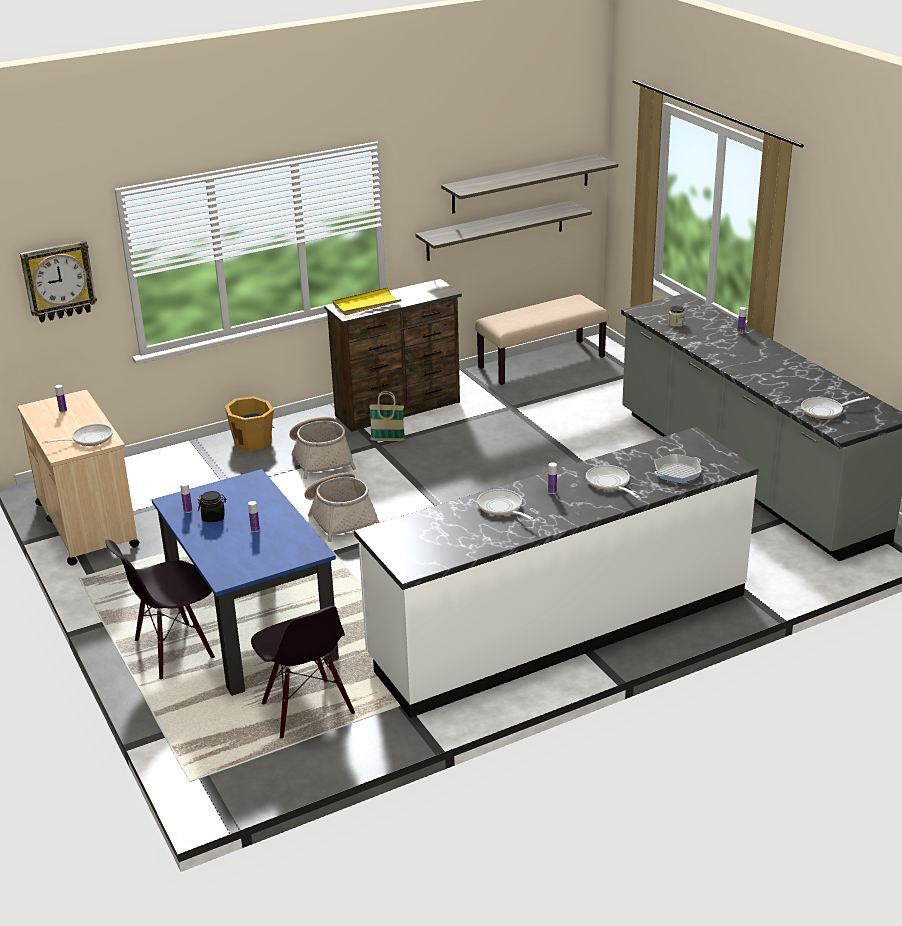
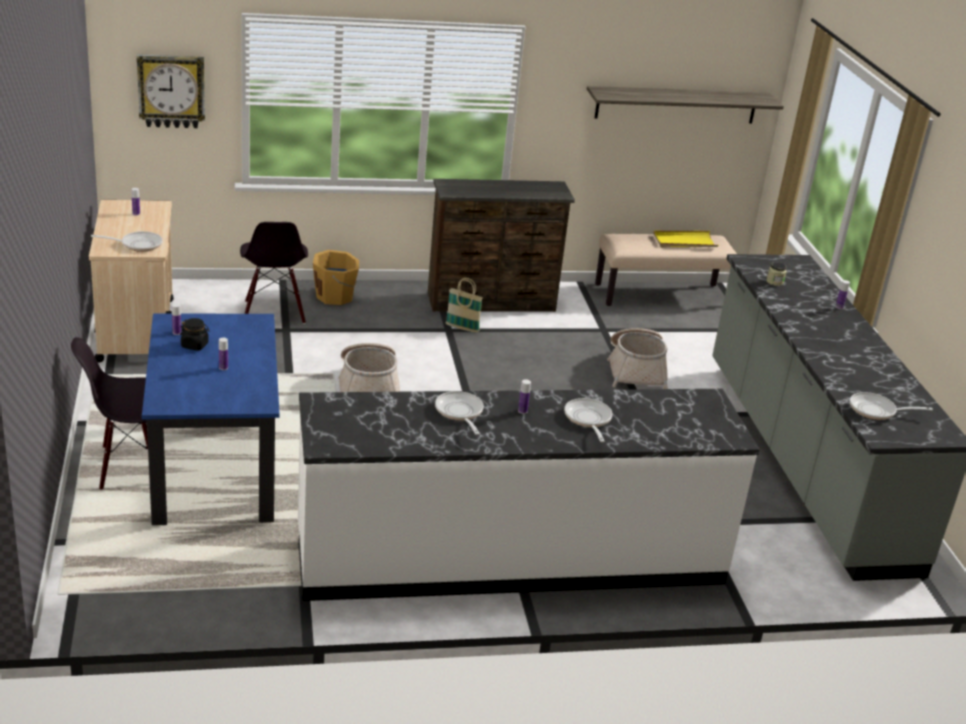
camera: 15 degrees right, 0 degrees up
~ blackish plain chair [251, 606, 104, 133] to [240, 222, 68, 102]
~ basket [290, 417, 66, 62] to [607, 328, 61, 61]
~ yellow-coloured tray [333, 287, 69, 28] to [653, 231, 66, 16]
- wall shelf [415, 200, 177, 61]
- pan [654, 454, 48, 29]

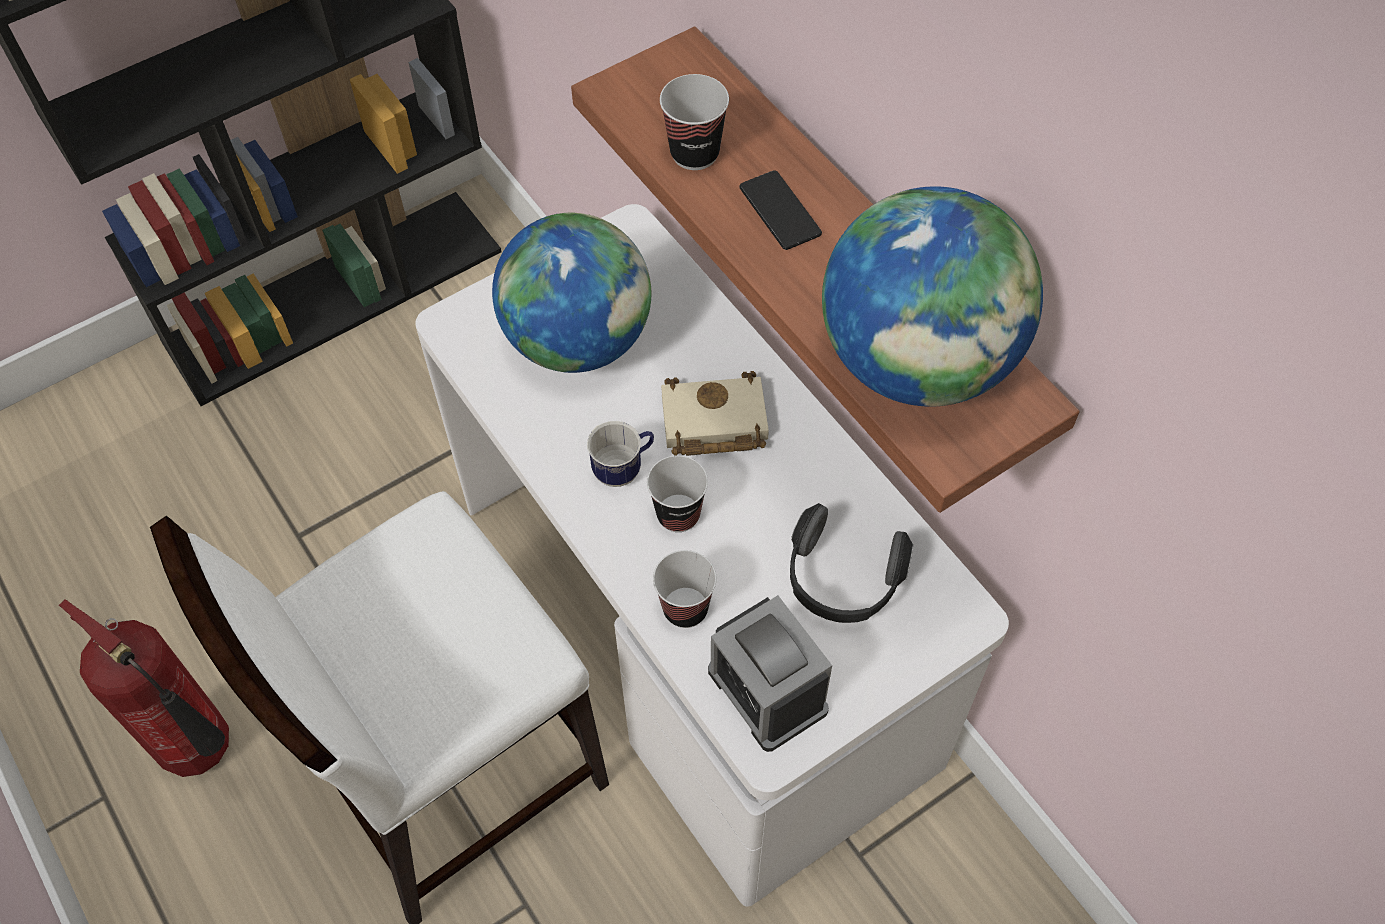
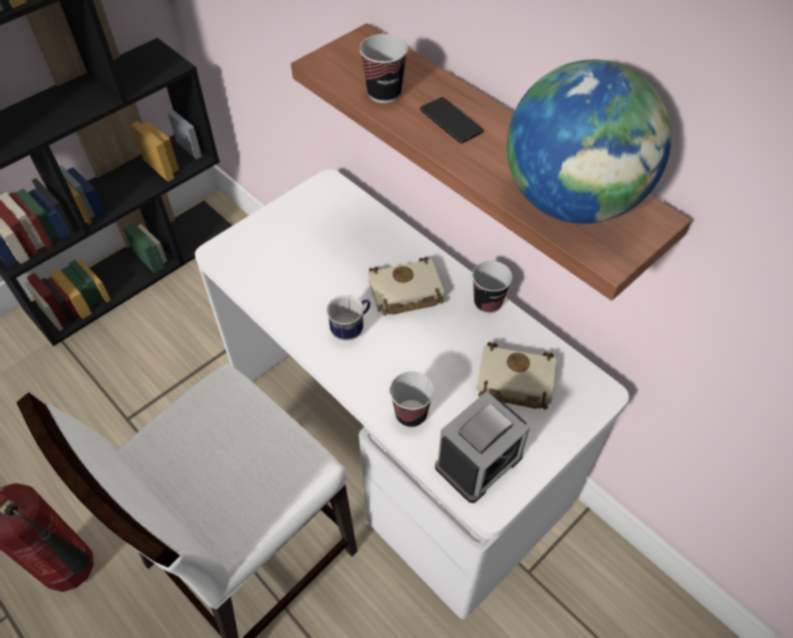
camera: 10 degrees left, 5 degrees down
~ table clock [708, 595, 124, 157] = [435, 391, 95, 112] 90 degrees counterclockwise
~ small cup [647, 455, 61, 77] to [472, 261, 40, 52]
~ pair of headphones [790, 503, 123, 120] to sand-coloured bound book [476, 342, 81, 68]
- world globe [492, 213, 159, 160]

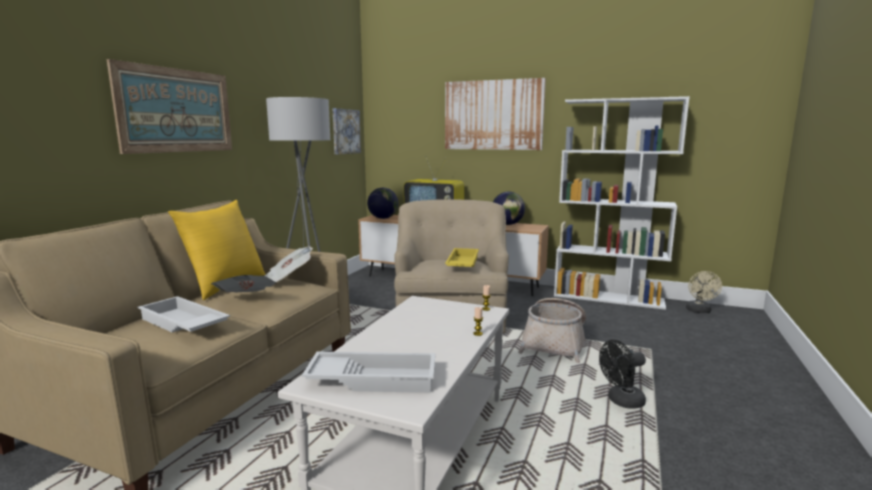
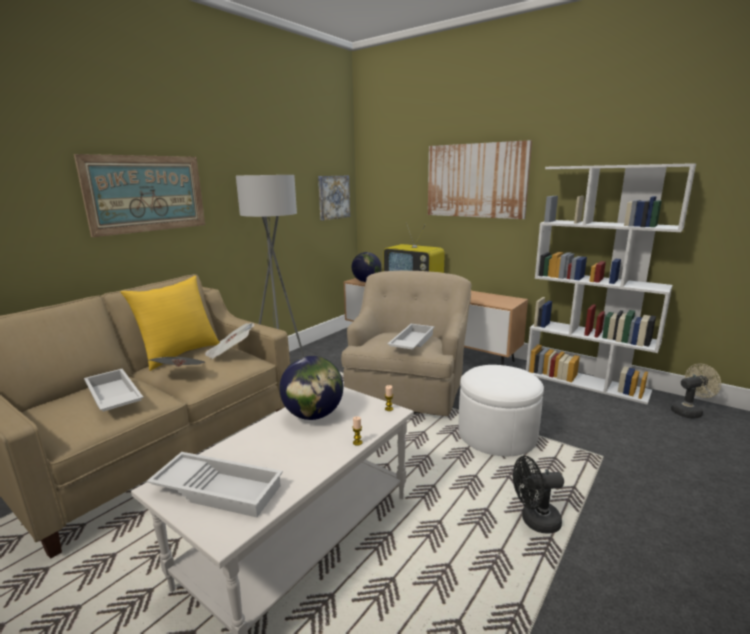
camera: 15 degrees right, 5 degrees up
~ world globe [493, 192, 32, 33] to [279, 356, 64, 64]
~ yellow-coloured tray [445, 248, 34, 19] to whitish tray [388, 324, 46, 26]
~ basket [518, 298, 68, 65] to whitish pouffe [458, 365, 86, 91]
~ sand-coloured cooling fan [686, 271, 36, 42] = [671, 363, 50, 56] 135 degrees counterclockwise

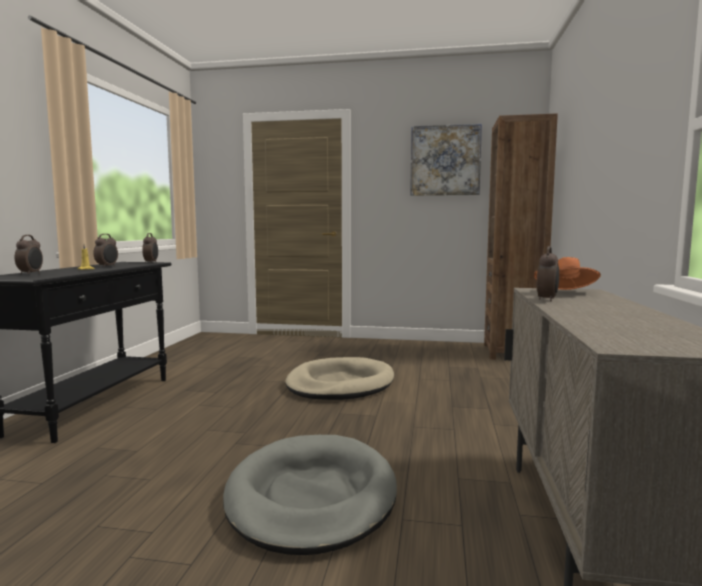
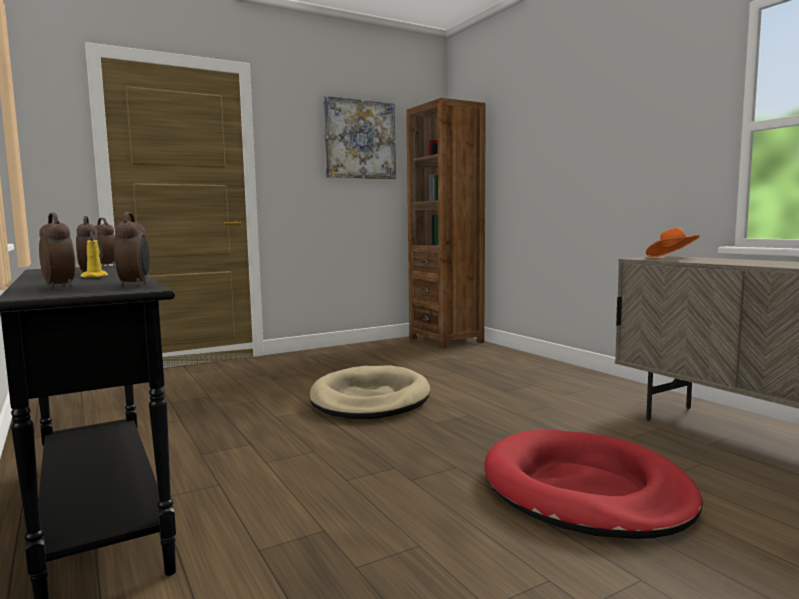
camera: 40 degrees left, 0 degrees up
~ table clock [537, 246, 22, 55] to [114, 212, 36, 74]
~ gray dog bed [223, 435, 174, 120] to reddish dog bed [484, 429, 219, 110]

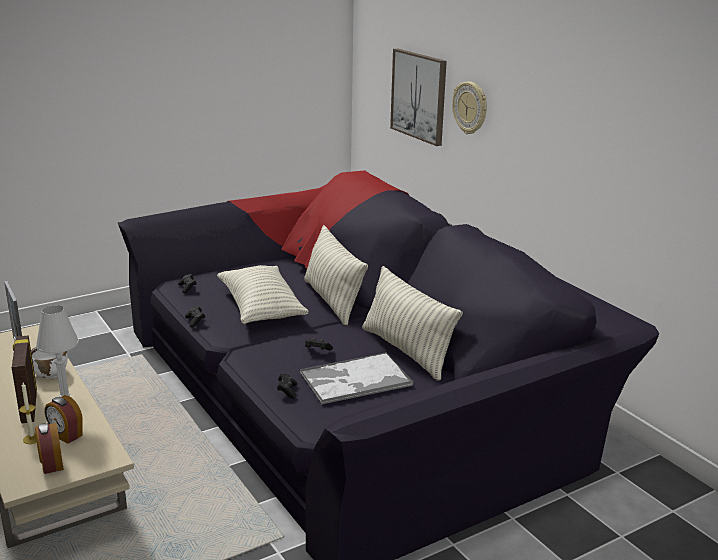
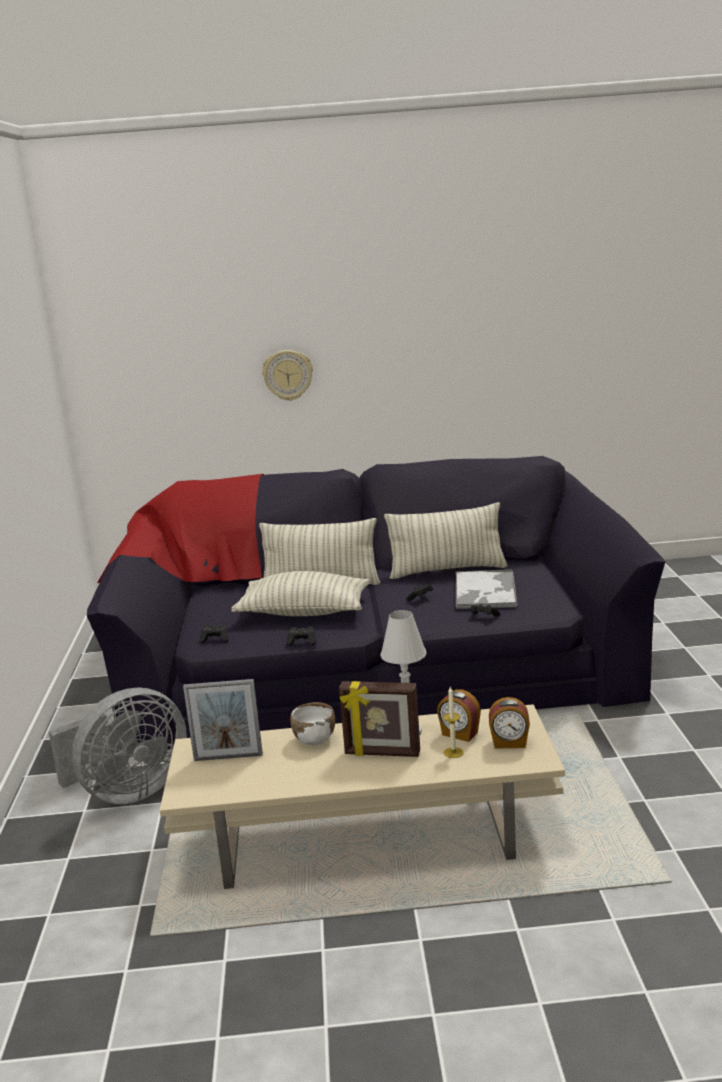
camera: 60 degrees left, 5 degrees down
+ gray cooling fan [49, 687, 138, 117]
~ table clock [45, 395, 38, 49] = [437, 689, 44, 53] 60 degrees clockwise
- wall art [390, 49, 57, 97]

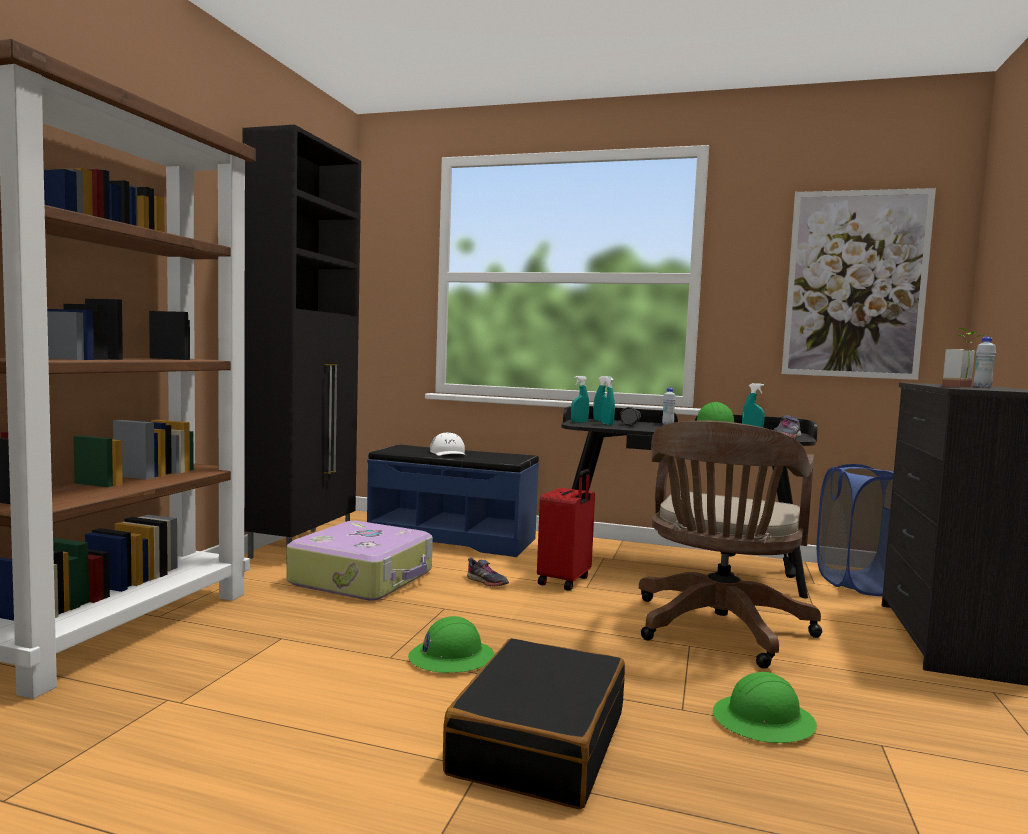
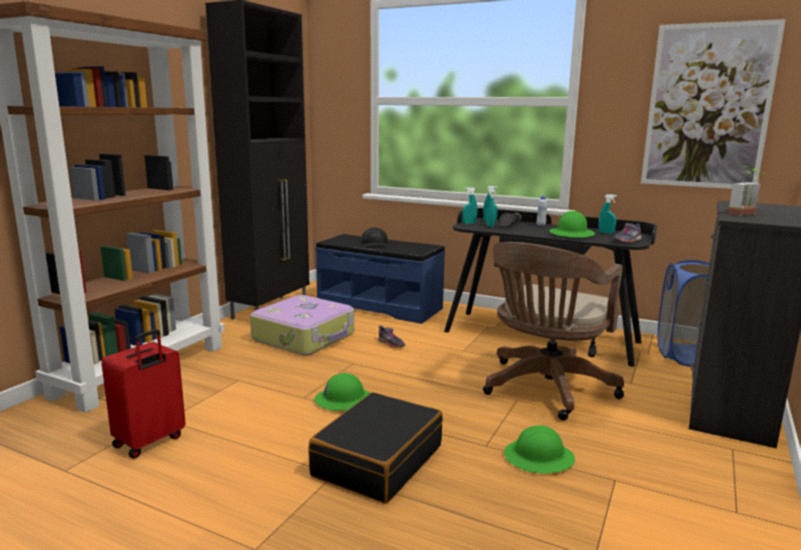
camera: 10 degrees right, 10 degrees up
~ reddish piece of luggage [537, 469, 58, 122] to [101, 329, 85, 130]
~ whitish baseball cap [430, 432, 36, 24] to blackish baseball cap [362, 227, 26, 19]
- whitish bottle [974, 337, 22, 50]

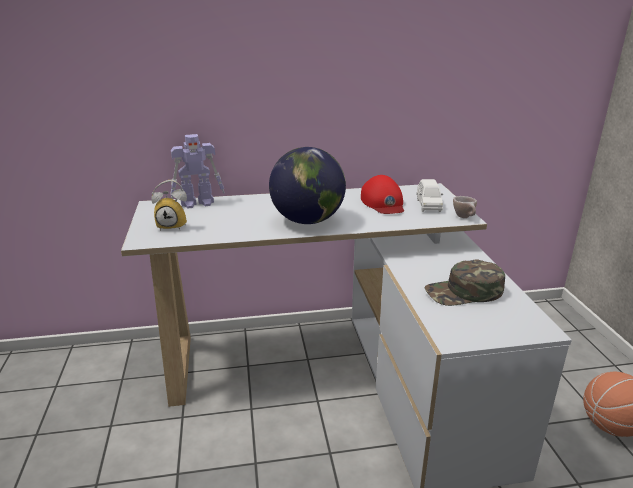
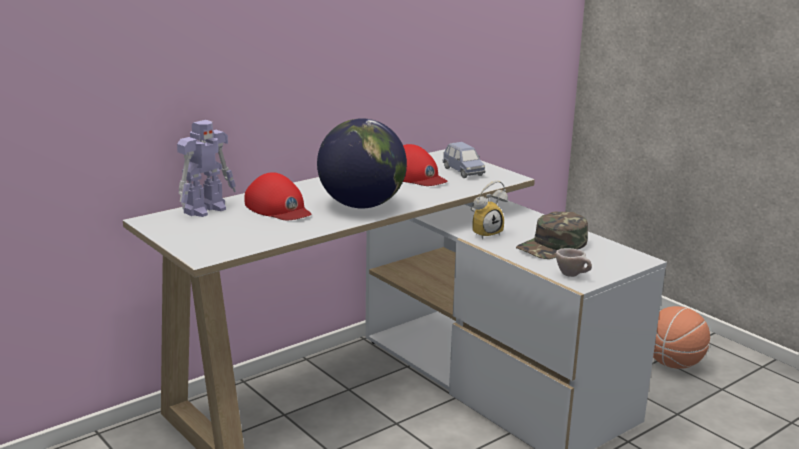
camera: 30 degrees left, 5 degrees down
+ reddish baseball cap [245, 172, 66, 48]
~ whitish model car [416, 179, 27, 33] to blue model car [443, 142, 43, 36]
~ table clock [151, 180, 36, 51] to [471, 180, 37, 60]
~ sand-coloured small cup [453, 196, 24, 22] to [556, 248, 36, 29]

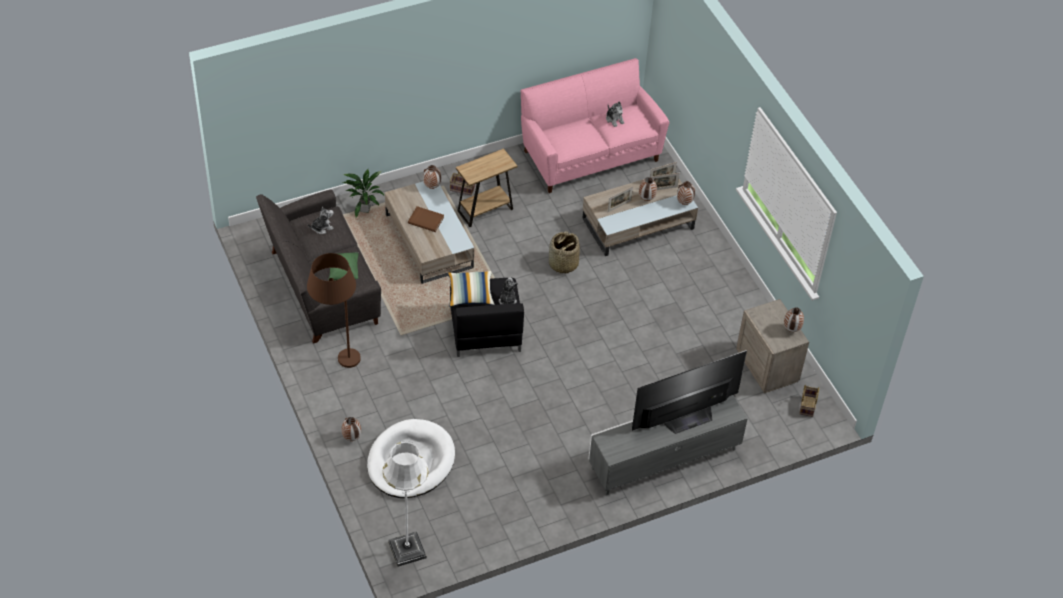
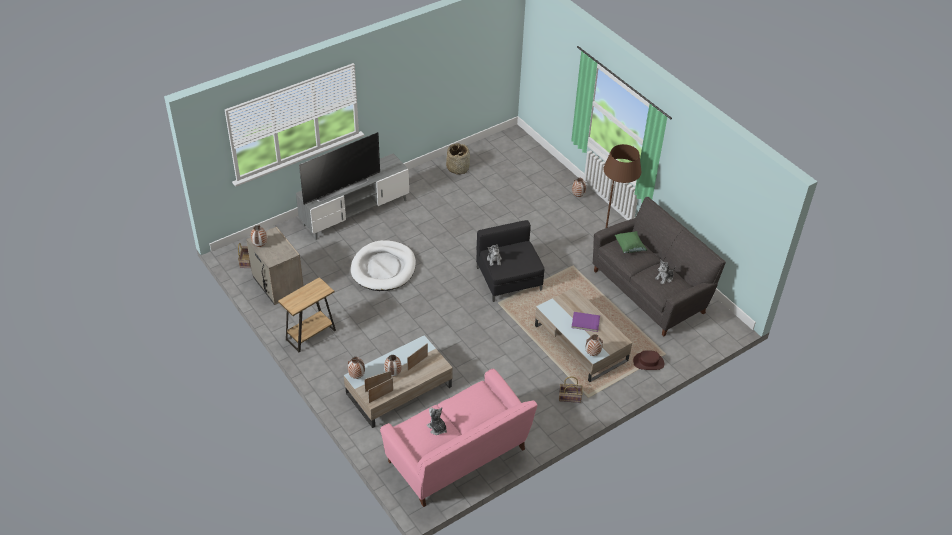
camera: 170 degrees right, 5 degrees down
~ brown-coloured accent table [456, 148, 62, 79] to [278, 277, 58, 75]
~ whitish dog bed [367, 419, 88, 79] to [351, 240, 65, 51]
~ basket [549, 231, 31, 43] to [446, 143, 24, 32]
~ brown-coloured bound book [408, 206, 36, 26] to purple-coloured bound book [571, 312, 29, 20]
~ houseplant [343, 169, 42, 49] to brown-coloured hat [633, 350, 31, 20]
- whitish standard lamp [382, 441, 47, 126]
- pillow [447, 271, 47, 36]

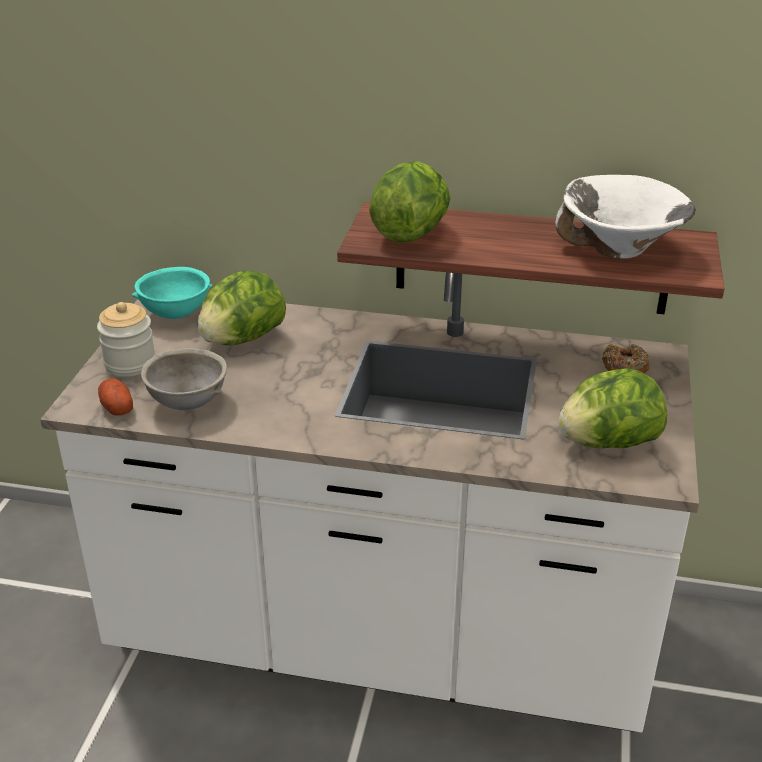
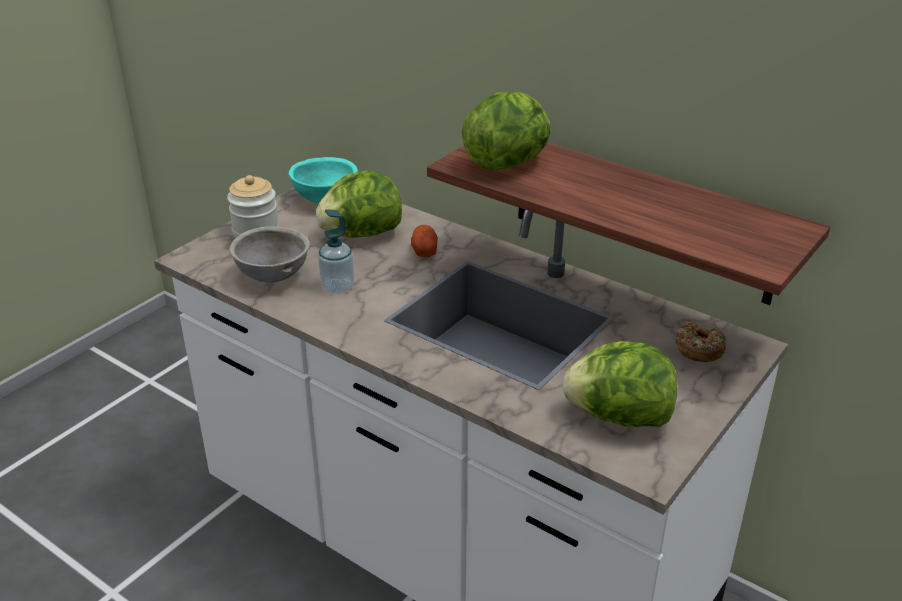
camera: 25 degrees right, 0 degrees up
+ soap bottle [318, 209, 37, 85]
~ potato [98, 378, 35, 38] to [411, 225, 27, 32]
- whitish deep dish [555, 175, 141, 84]

